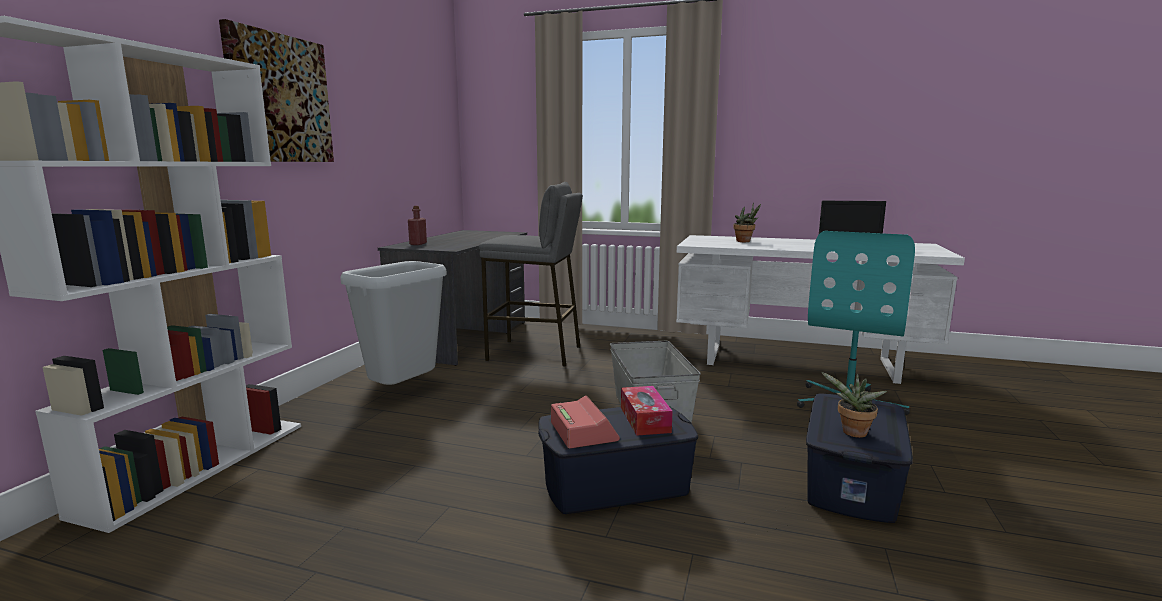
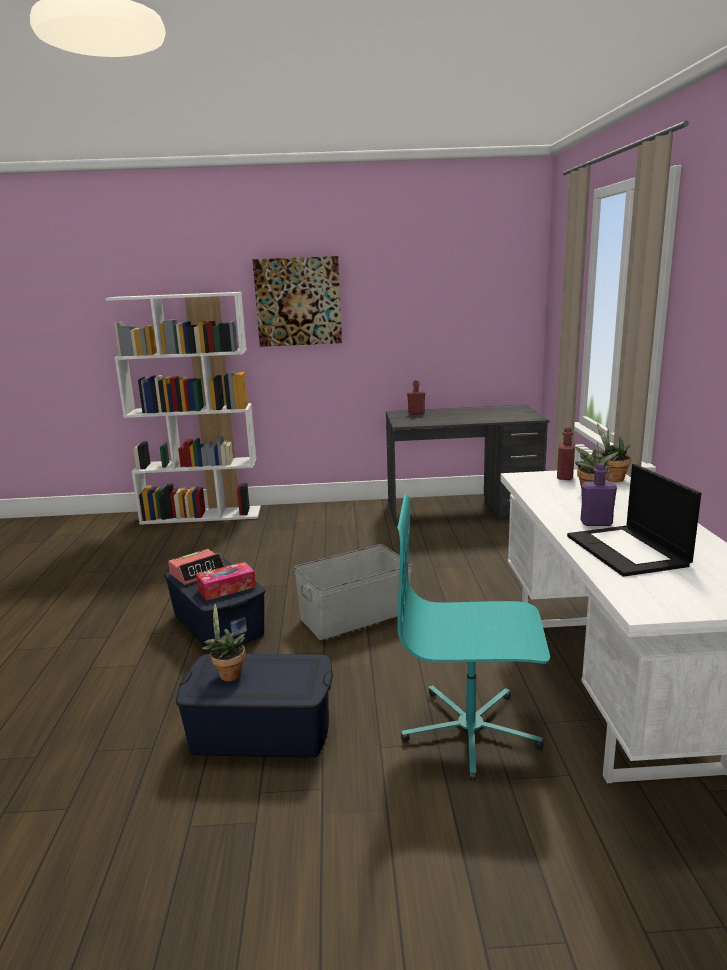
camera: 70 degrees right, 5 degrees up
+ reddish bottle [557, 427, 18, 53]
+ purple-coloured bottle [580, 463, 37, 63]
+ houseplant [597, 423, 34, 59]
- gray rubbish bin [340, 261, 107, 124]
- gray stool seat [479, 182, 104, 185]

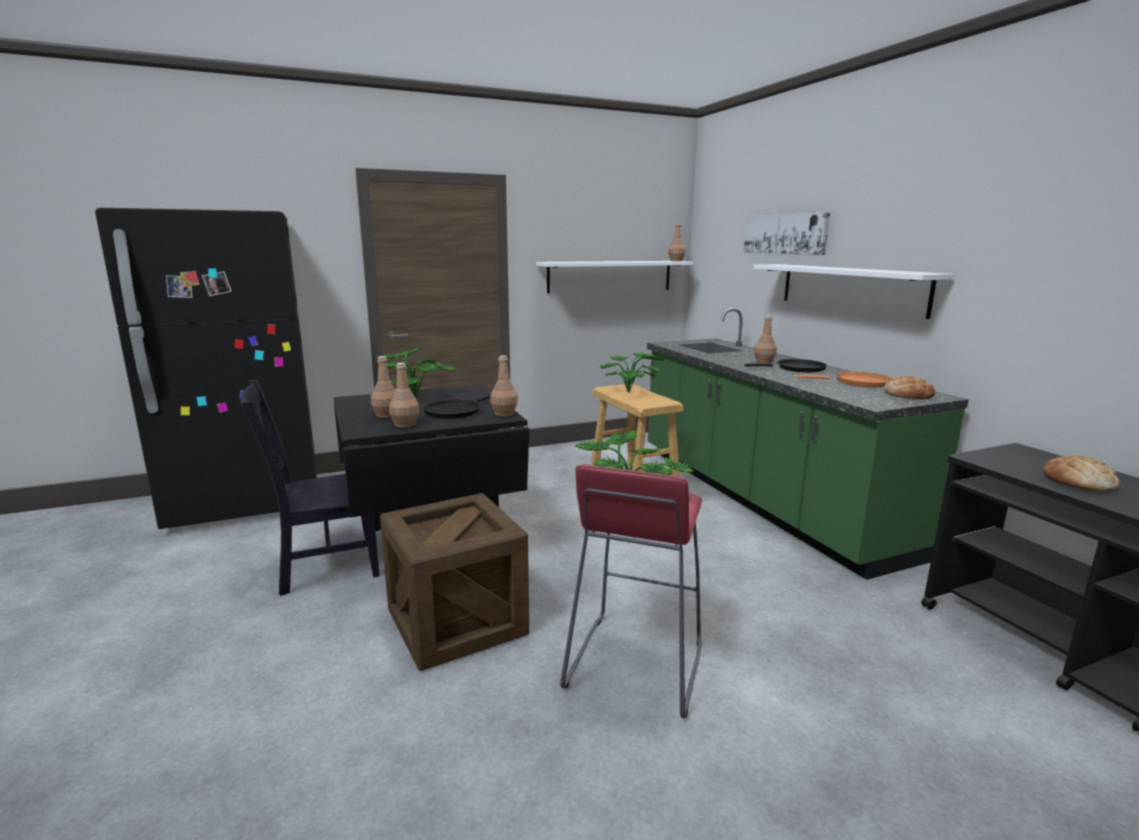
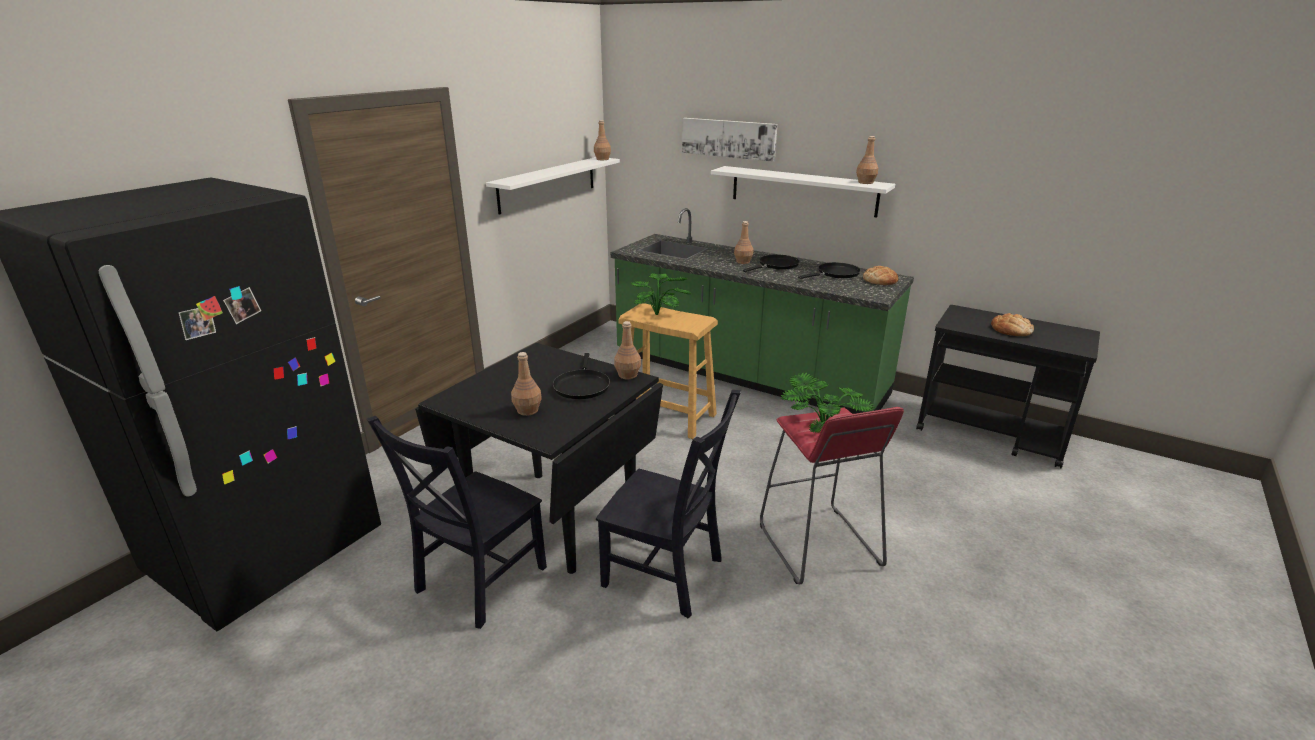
camera: 35 degrees left, 10 degrees up
~ crate [380, 493, 149, 178] to blackish plain chair [596, 390, 145, 228]
~ orange pan [797, 372, 95, 15] to blackish pan [798, 262, 63, 17]
~ brown-coloured bottle [389, 363, 30, 65] to [856, 136, 22, 48]
- houseplant [374, 348, 83, 48]

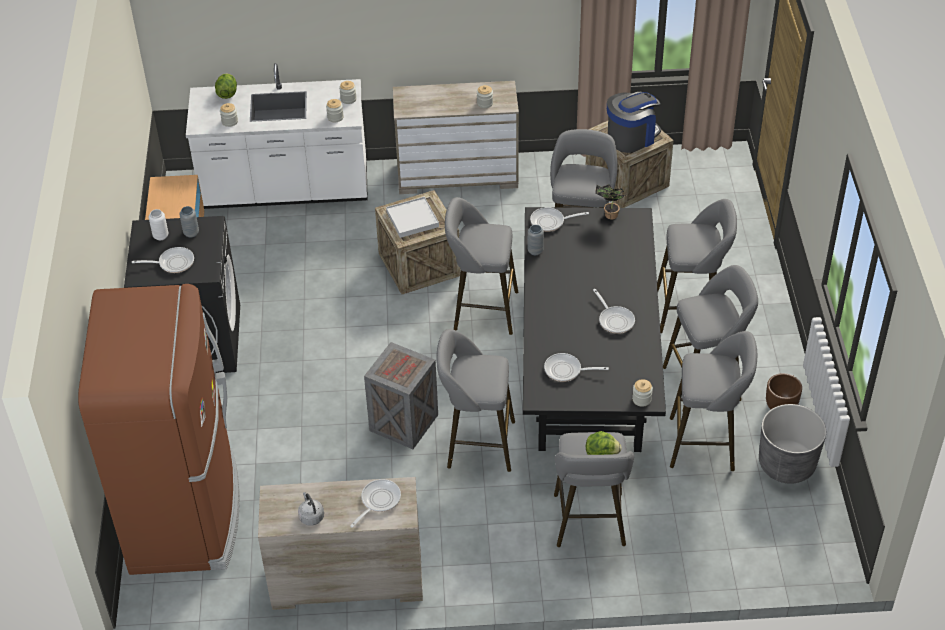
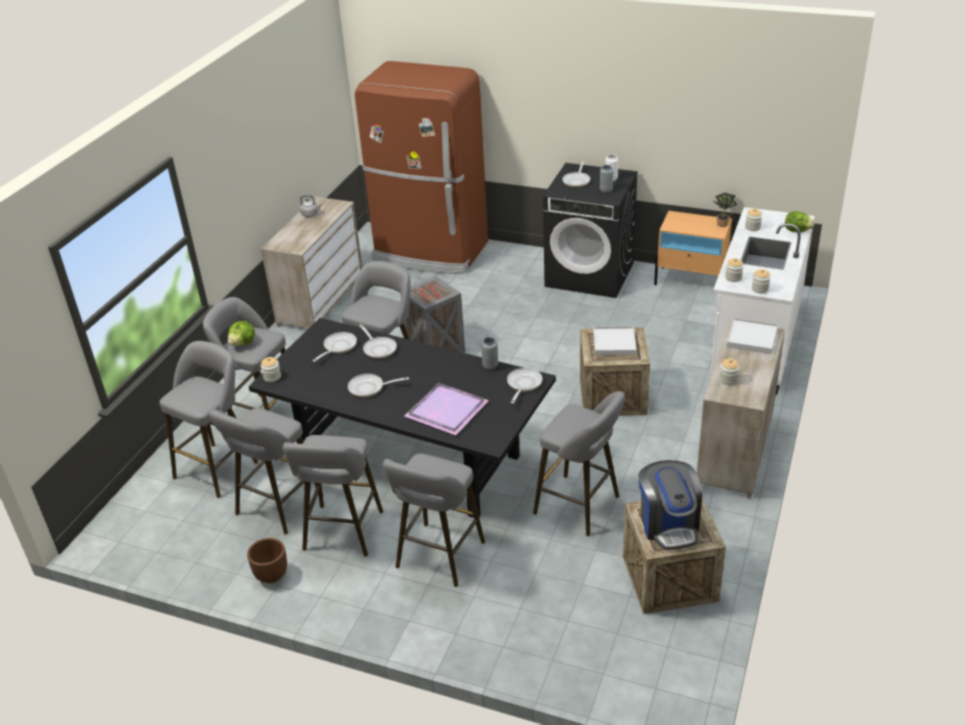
camera: 115 degrees right, 10 degrees down
~ gray stool seat [445, 197, 73, 138] to [160, 341, 98, 157]
~ pan [350, 479, 51, 49] to [359, 325, 38, 33]
+ purple-coloured tray [405, 383, 84, 52]
~ houseplant [595, 184, 31, 35] to [713, 193, 24, 34]
+ whitish tray [726, 318, 52, 36]
- gray flower pot [759, 404, 67, 80]

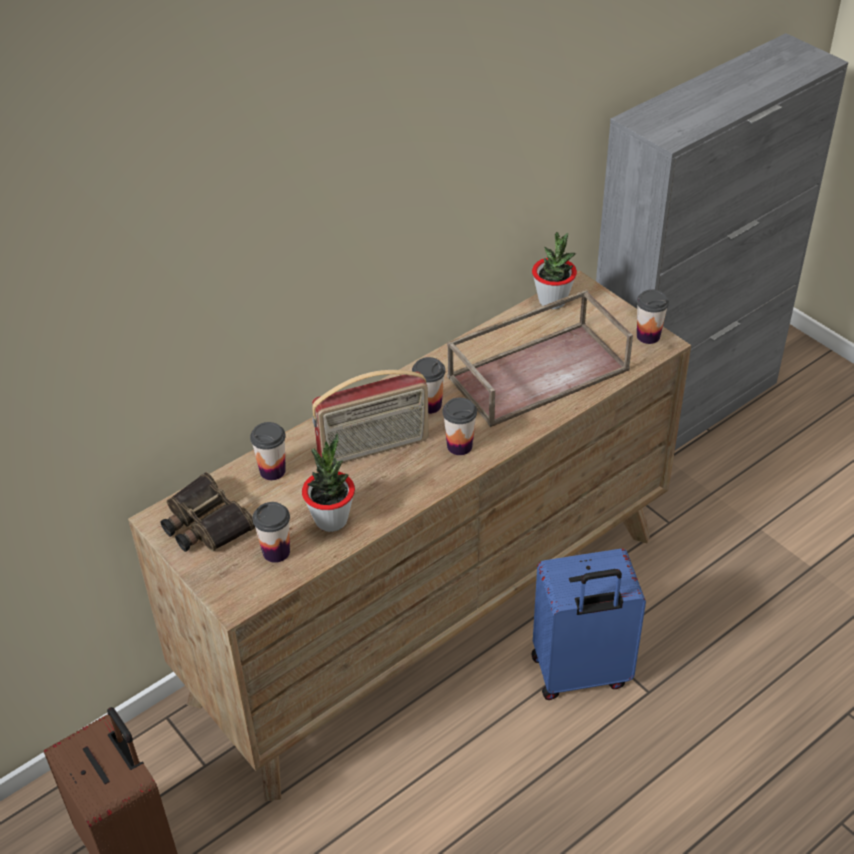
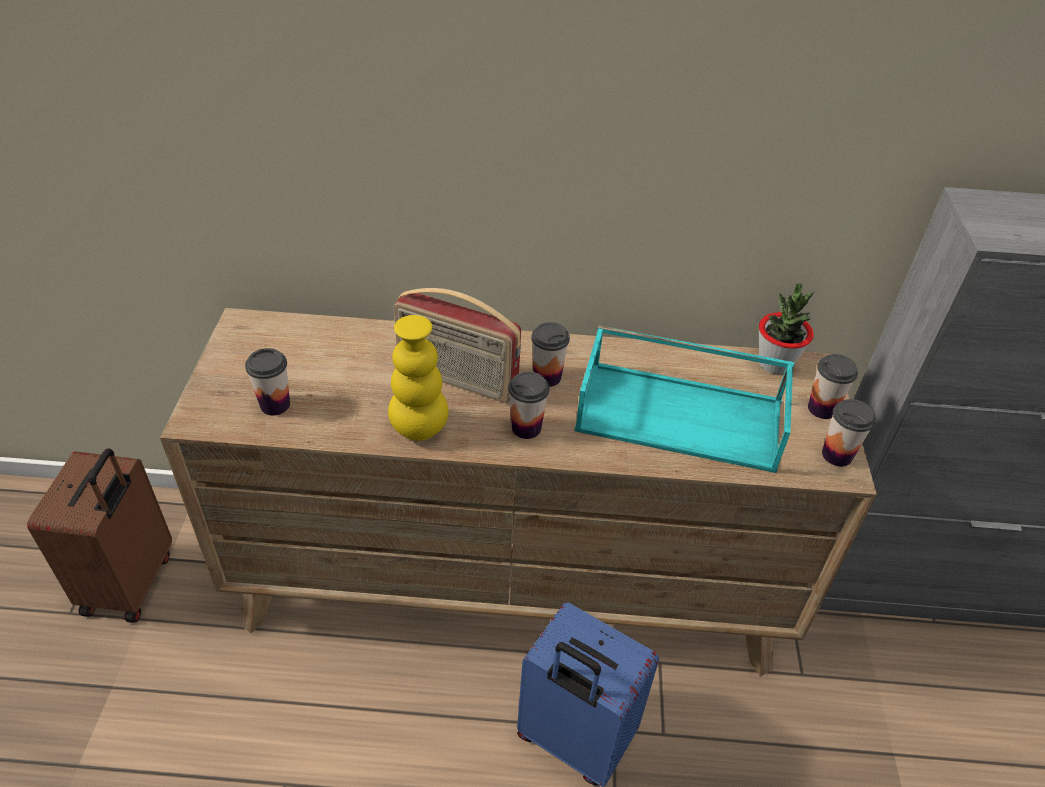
camera: 40 degrees right, 0 degrees up
+ yellow-coloured flower vase [388, 315, 61, 126]
~ brown-coloured tray [447, 290, 186, 137] to turquoise tray [575, 325, 219, 148]
~ small cup [250, 422, 36, 58] to [808, 354, 50, 65]
- field glasses [160, 472, 95, 80]
- houseplant [302, 433, 53, 99]

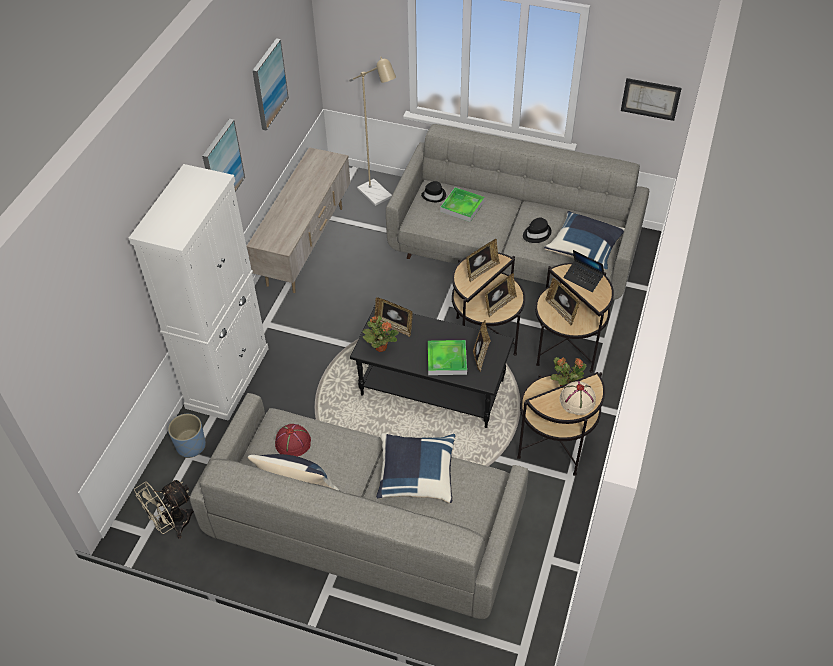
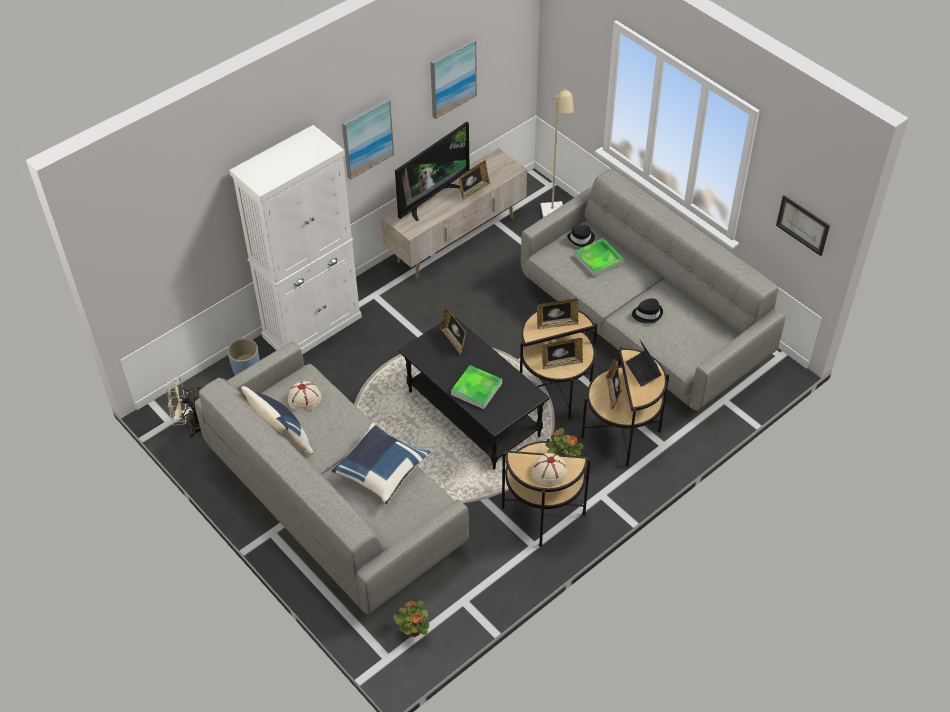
camera: 30 degrees right, 0 degrees up
~ reddish hat [275, 424, 36, 33] to sand-coloured hat [288, 381, 33, 31]
~ houseplant [362, 316, 37, 36] to [394, 600, 35, 37]
+ TV [395, 122, 75, 99]
~ picture frame [473, 320, 18, 52] to [458, 161, 32, 40]
- blue pillow [544, 211, 81, 59]

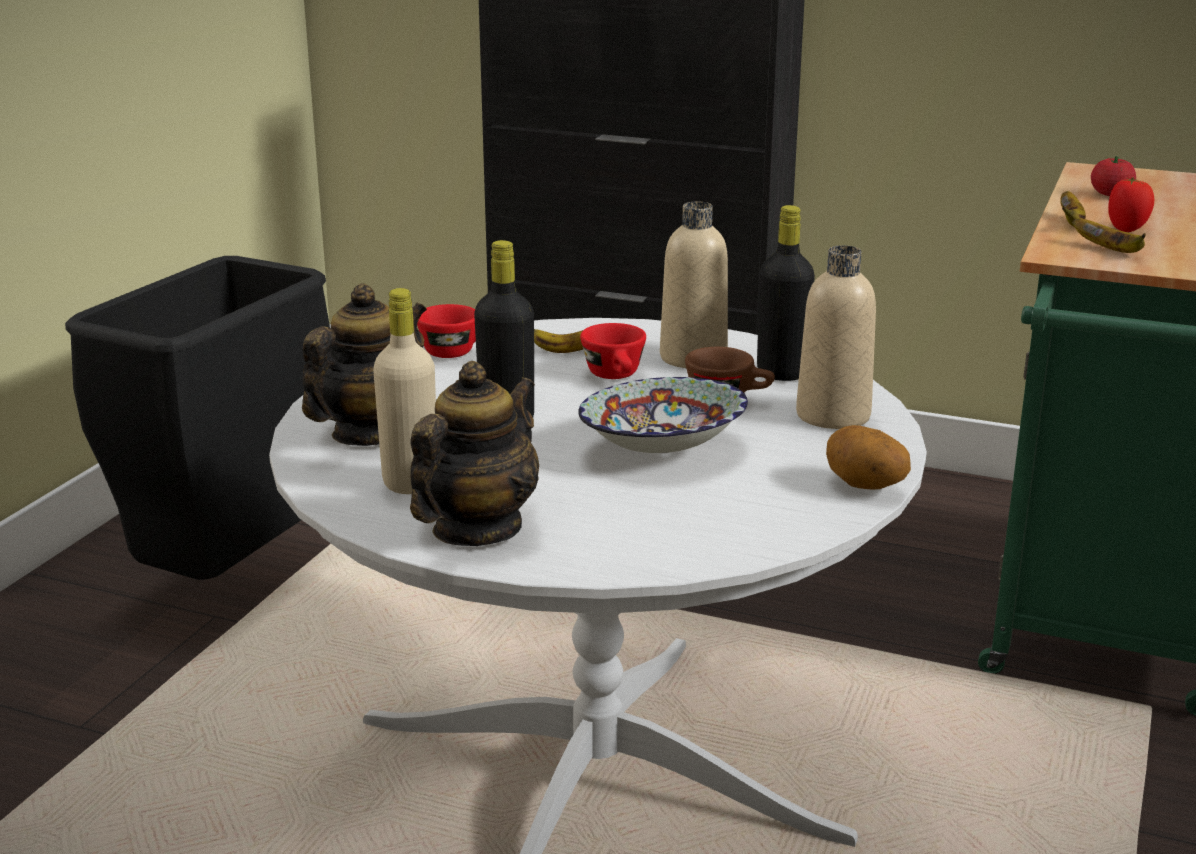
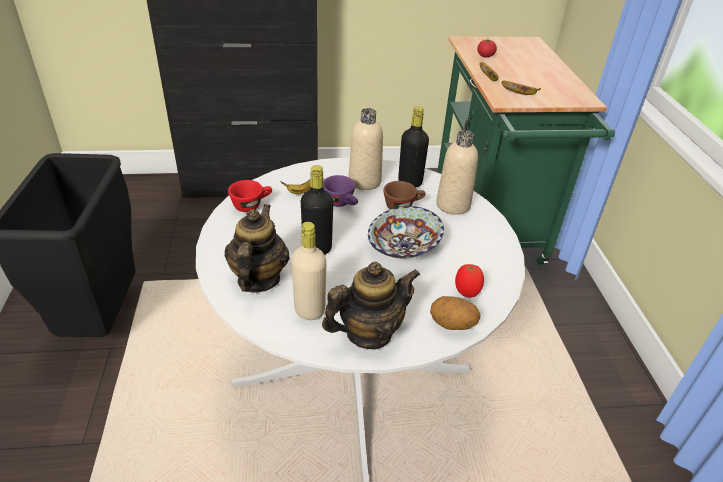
camera: 30 degrees left, 15 degrees up
~ teapot [410, 361, 129, 185] = [322, 262, 98, 88] 60 degrees clockwise
~ reddish small cup [580, 323, 66, 56] to purple-coloured small cup [323, 175, 35, 32]
~ potato [826, 425, 85, 65] to [430, 296, 50, 34]
~ whole tomato [1108, 178, 46, 54] to [455, 264, 29, 34]

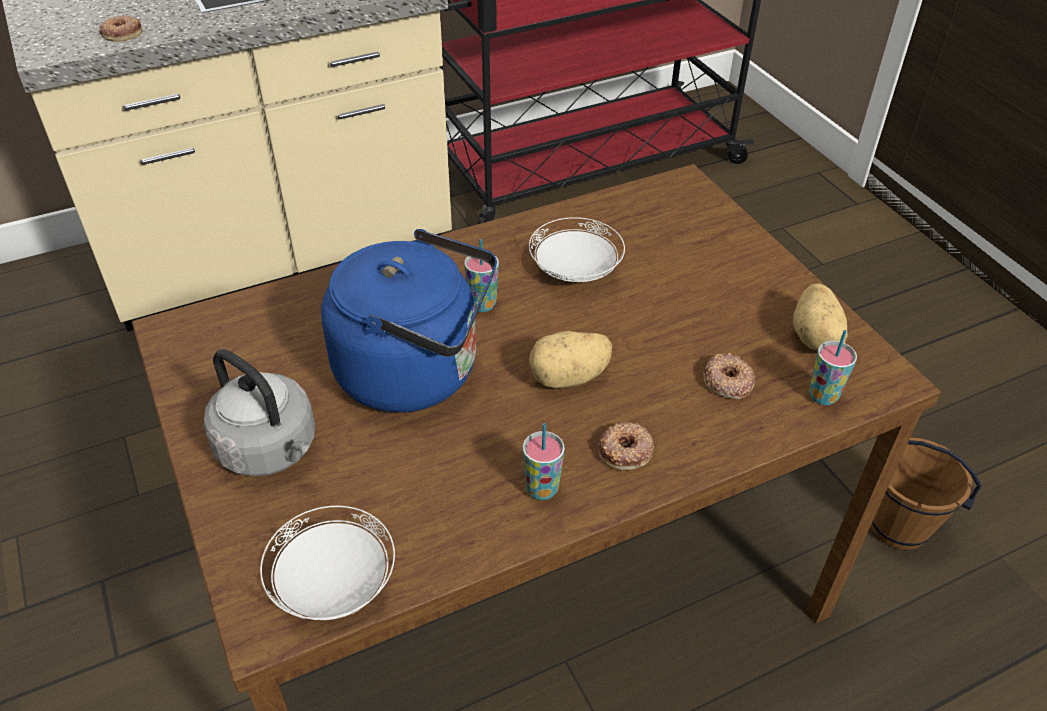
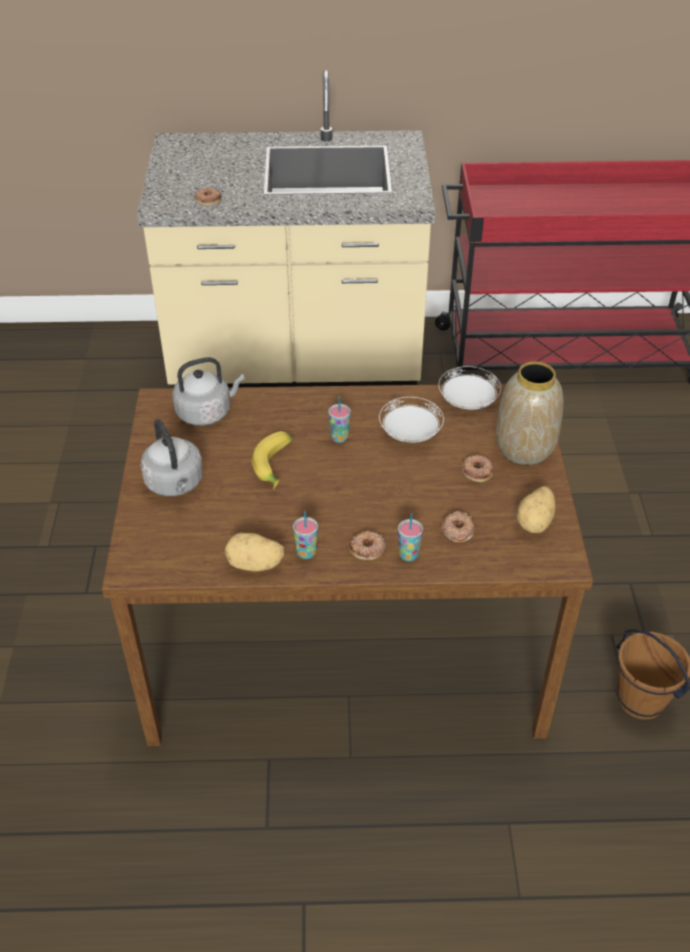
camera: 25 degrees right, 0 degrees up
+ gray kettle [172, 357, 73, 68]
~ potato [529, 331, 83, 58] to [225, 533, 59, 39]
~ blue kettle [321, 229, 176, 184] to banana fruit [252, 431, 41, 59]
~ small cup [809, 330, 48, 75] to [398, 513, 25, 48]
~ whitish dinner plate [260, 505, 135, 115] to [438, 366, 63, 43]
+ ring doughnut [462, 455, 32, 27]
+ flower vase [496, 361, 67, 104]

